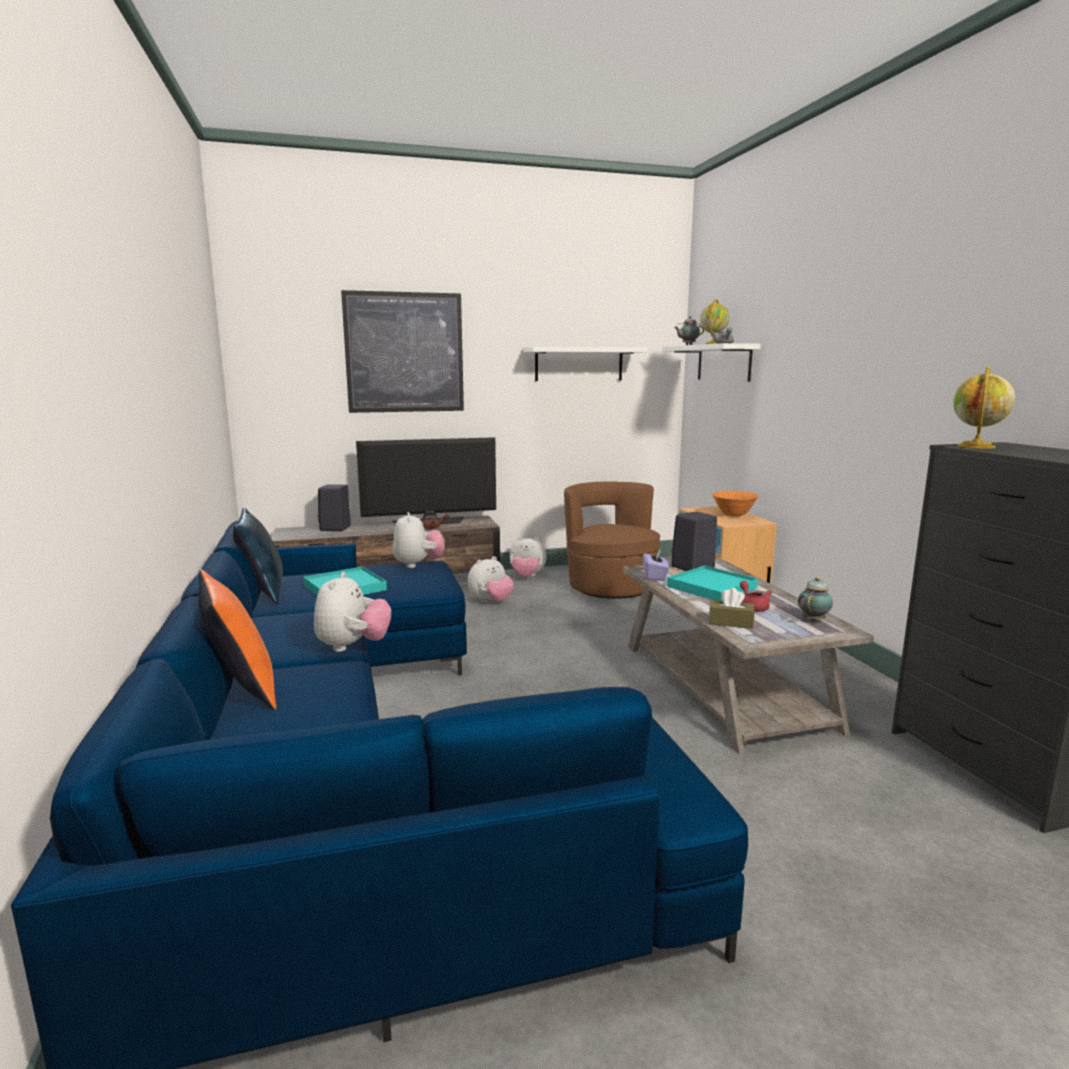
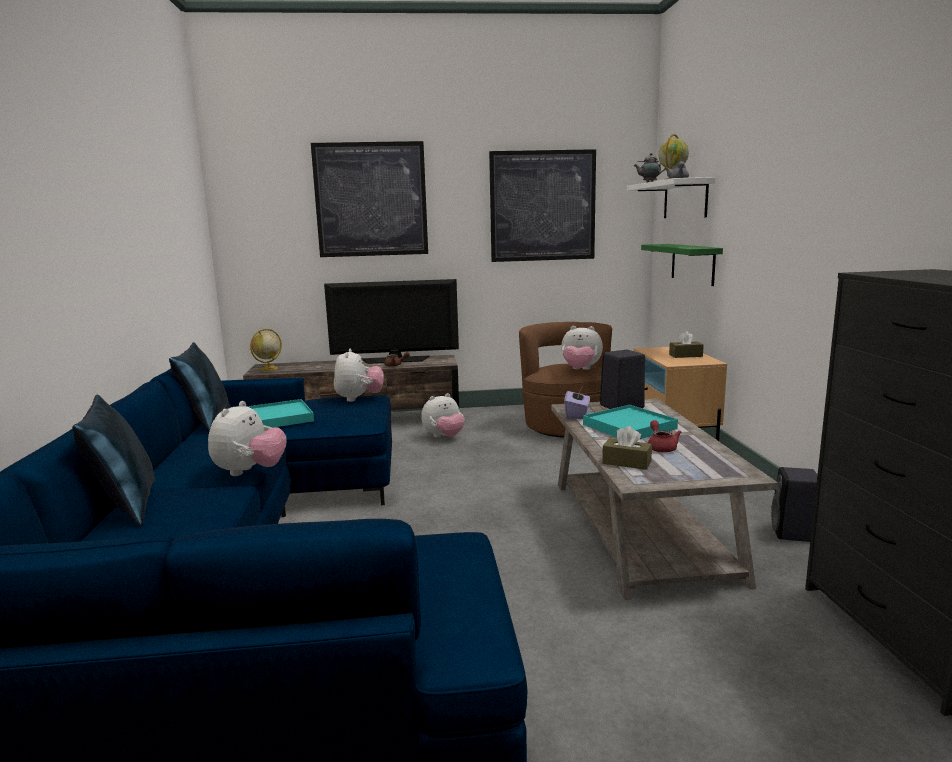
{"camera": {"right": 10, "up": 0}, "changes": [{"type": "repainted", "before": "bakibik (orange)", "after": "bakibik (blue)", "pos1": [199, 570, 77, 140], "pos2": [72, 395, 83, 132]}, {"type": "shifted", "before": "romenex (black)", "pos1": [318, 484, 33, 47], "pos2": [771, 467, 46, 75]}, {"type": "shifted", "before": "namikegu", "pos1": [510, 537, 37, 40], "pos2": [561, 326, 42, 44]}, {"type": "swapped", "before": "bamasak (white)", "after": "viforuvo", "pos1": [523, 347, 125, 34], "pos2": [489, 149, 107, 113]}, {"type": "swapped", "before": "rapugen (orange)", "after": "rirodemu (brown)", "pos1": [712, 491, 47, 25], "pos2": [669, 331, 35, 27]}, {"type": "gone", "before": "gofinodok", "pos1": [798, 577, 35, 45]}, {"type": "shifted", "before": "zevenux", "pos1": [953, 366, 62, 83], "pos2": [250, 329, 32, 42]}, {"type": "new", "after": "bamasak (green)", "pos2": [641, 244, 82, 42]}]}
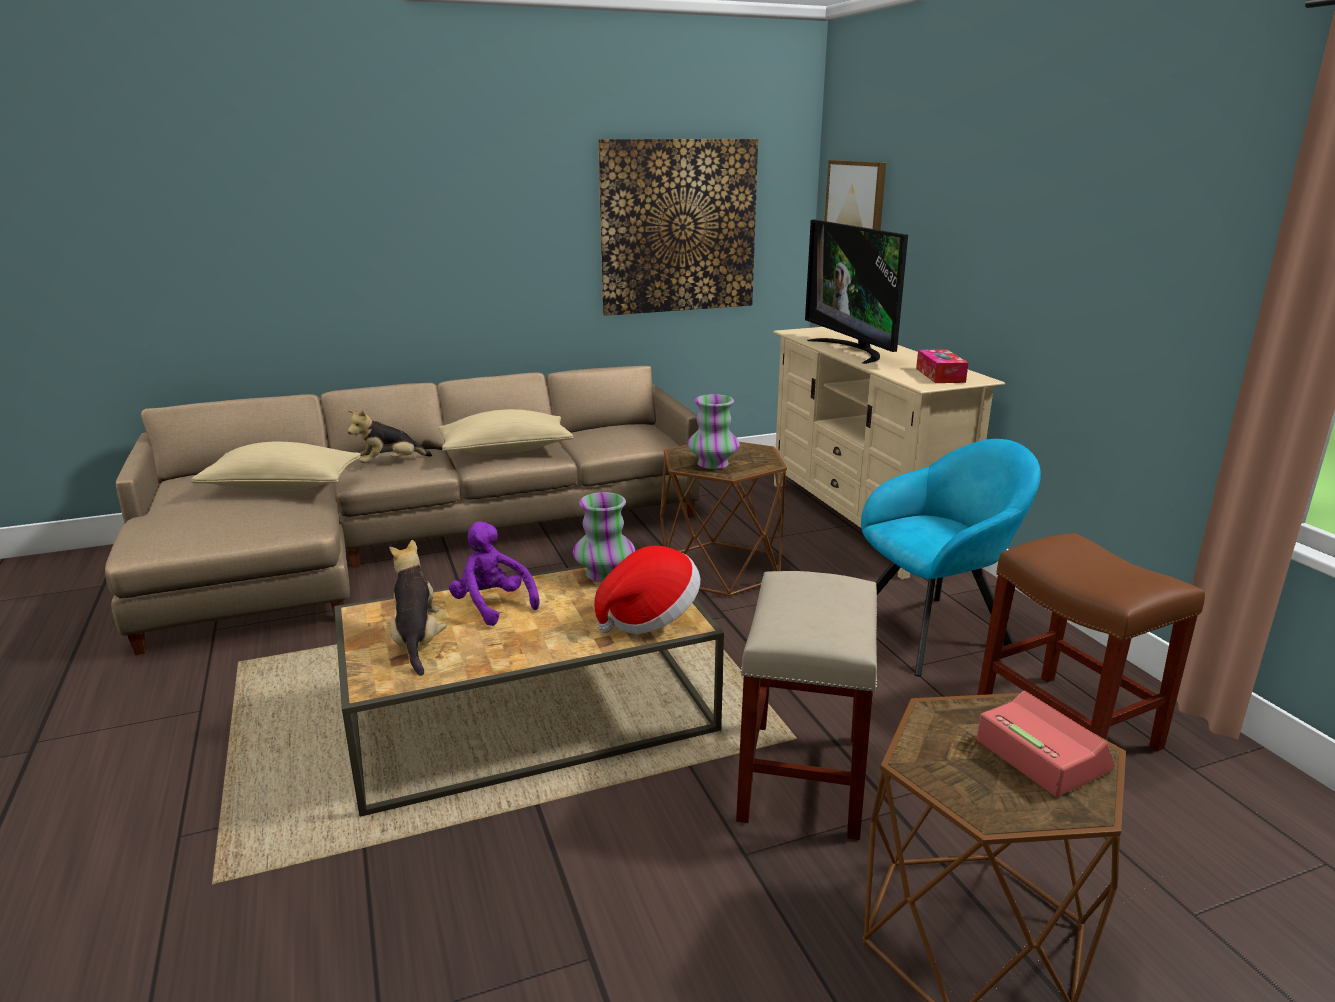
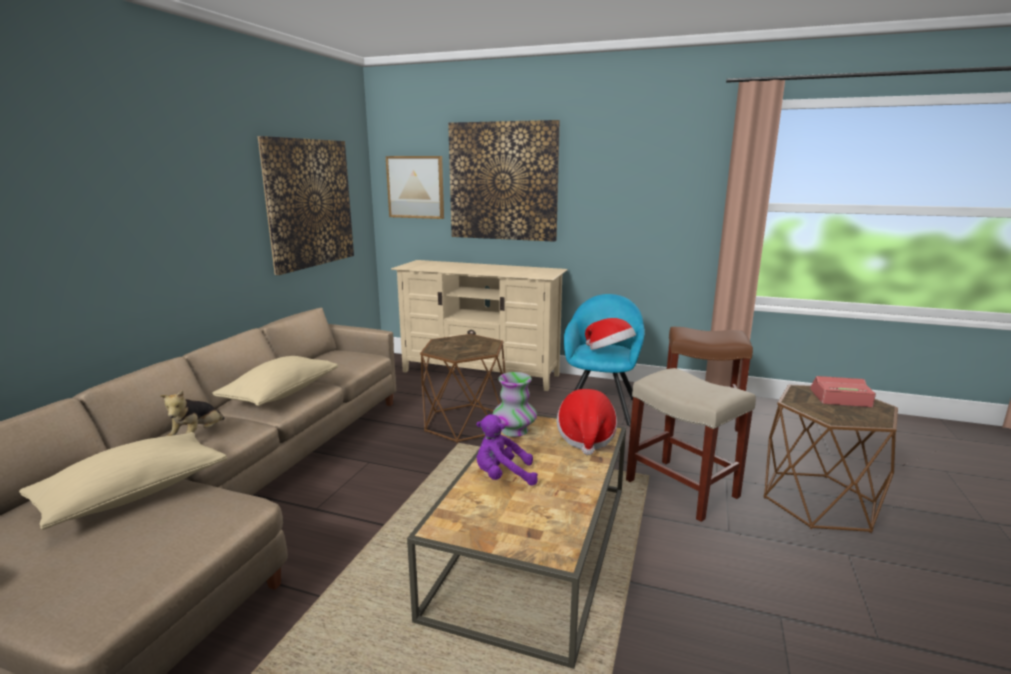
{"camera": {"right": -50, "up": -5}, "changes": [{"type": "gone", "before": "namikegu", "pos1": [389, 540, 58, 136]}, {"type": "gone", "before": "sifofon", "pos1": [687, 394, 53, 75]}, {"type": "gone", "before": "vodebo", "pos1": [805, 220, 103, 144]}, {"type": "gone", "before": "rirodemu", "pos1": [916, 349, 52, 34]}, {"type": "new", "after": "viforuvo", "pos2": [448, 120, 112, 122]}, {"type": "new", "after": "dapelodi", "pos2": [585, 318, 51, 32]}]}
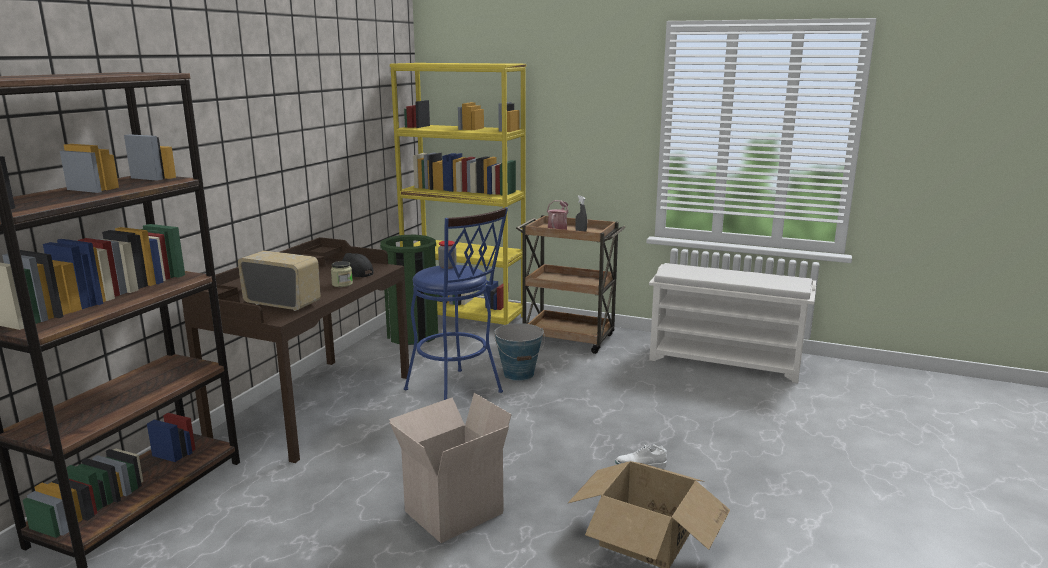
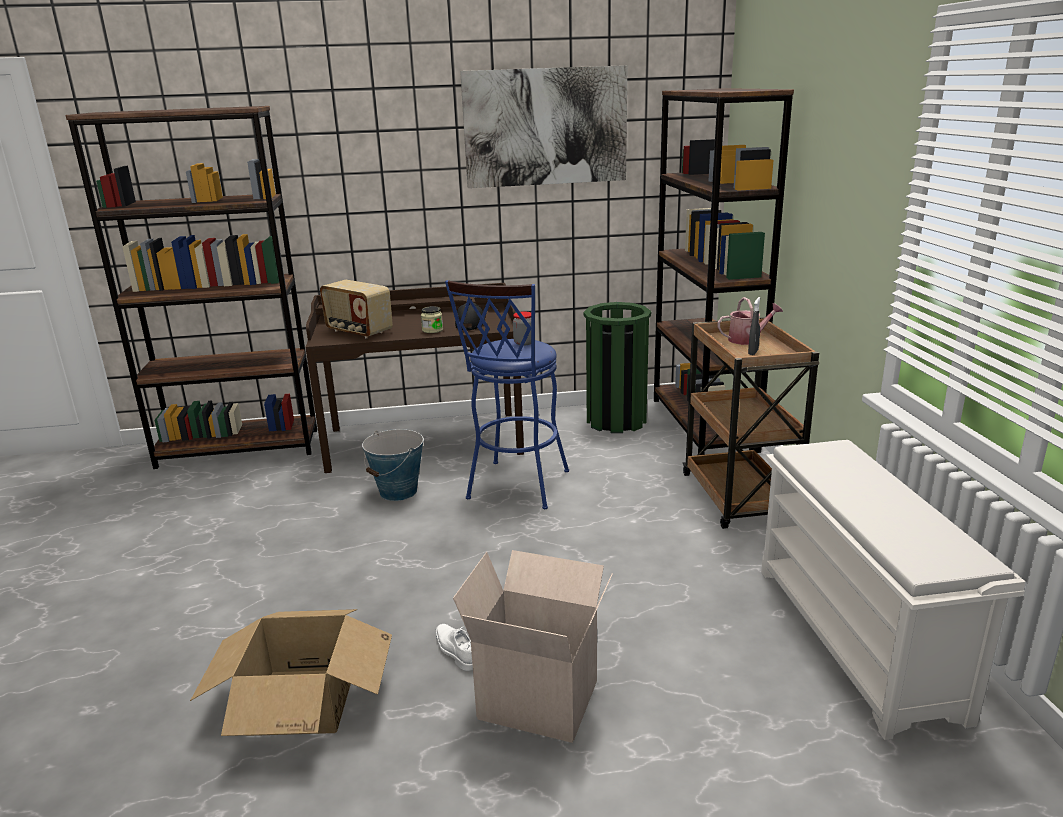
{"camera": {"right": 60, "up": 5}, "changes": [{"type": "rotated", "before": "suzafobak", "pos1": [238, 250, 83, 61], "pos2": [320, 280, 73, 58], "turn": 135}, {"type": "shifted", "before": "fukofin", "pos1": [389, 393, 123, 150], "pos2": [453, 550, 159, 193]}, {"type": "repainted", "before": "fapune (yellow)", "after": "fapune (brown)", "pos1": [390, 63, 136, 262], "pos2": [654, 88, 140, 367]}, {"type": "shifted", "before": "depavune", "pos1": [494, 323, 51, 58], "pos2": [362, 429, 61, 72]}, {"type": "new", "after": "viforuvo", "pos2": [460, 65, 167, 123]}]}
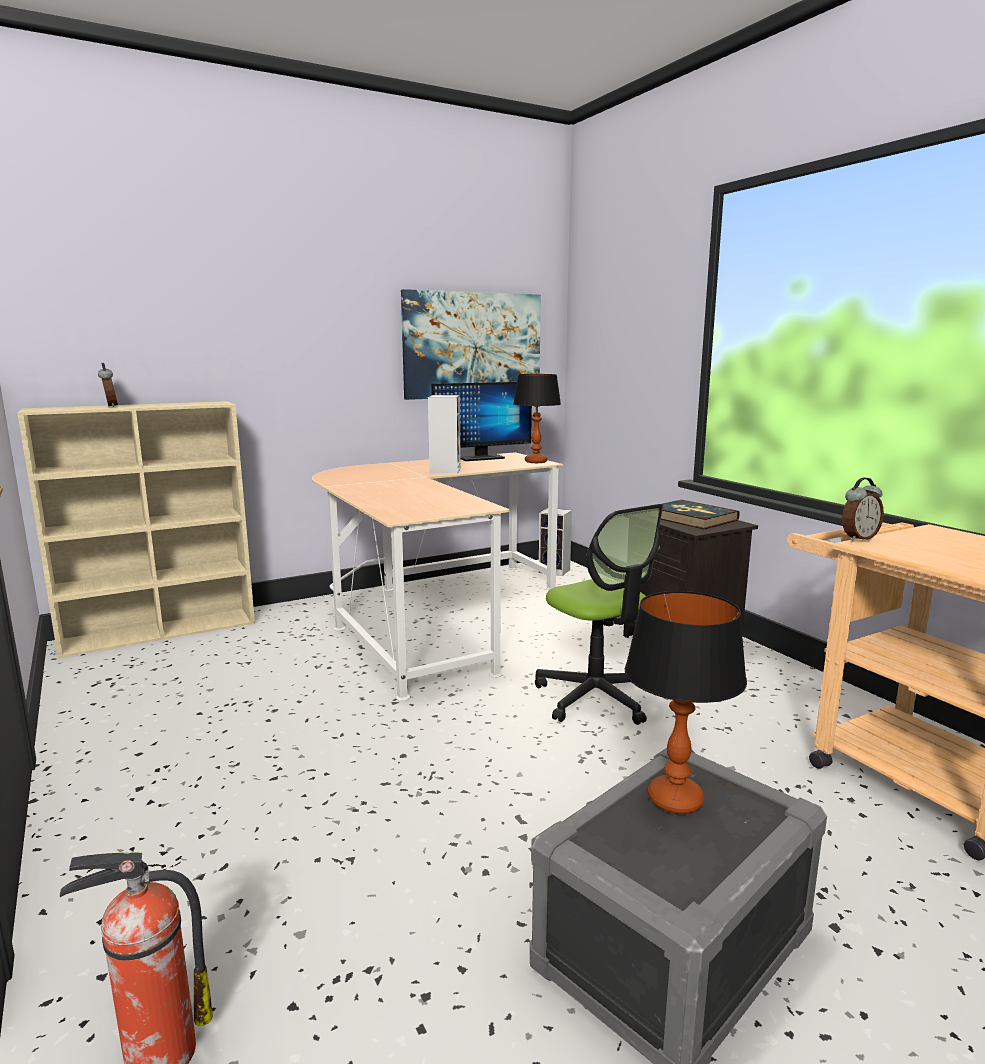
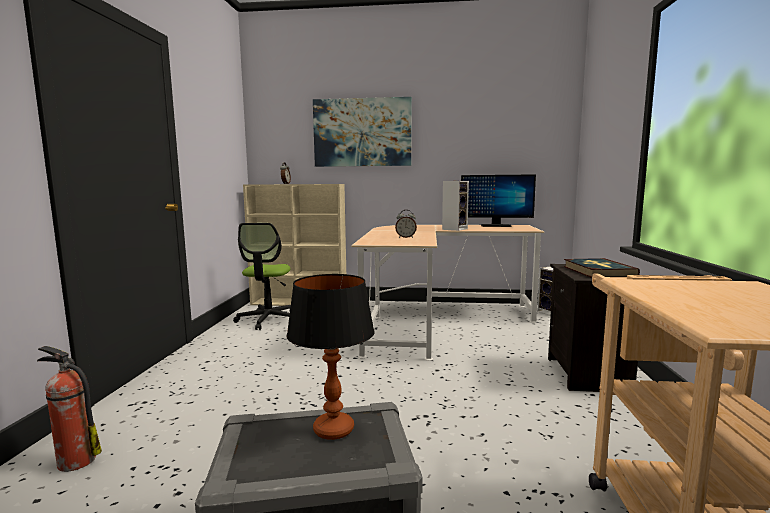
{"camera": {"right": 35, "up": -5}, "changes": [{"type": "shifted", "before": "viforuvo", "pos1": [401, 289, 140, 111], "pos2": [313, 97, 99, 70]}, {"type": "gone", "before": "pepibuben", "pos1": [513, 374, 48, 89]}, {"type": "shifted", "before": "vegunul", "pos1": [535, 504, 128, 221], "pos2": [233, 223, 58, 107]}, {"type": "shifted", "before": "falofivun", "pos1": [842, 478, 42, 63], "pos2": [395, 210, 22, 28]}]}
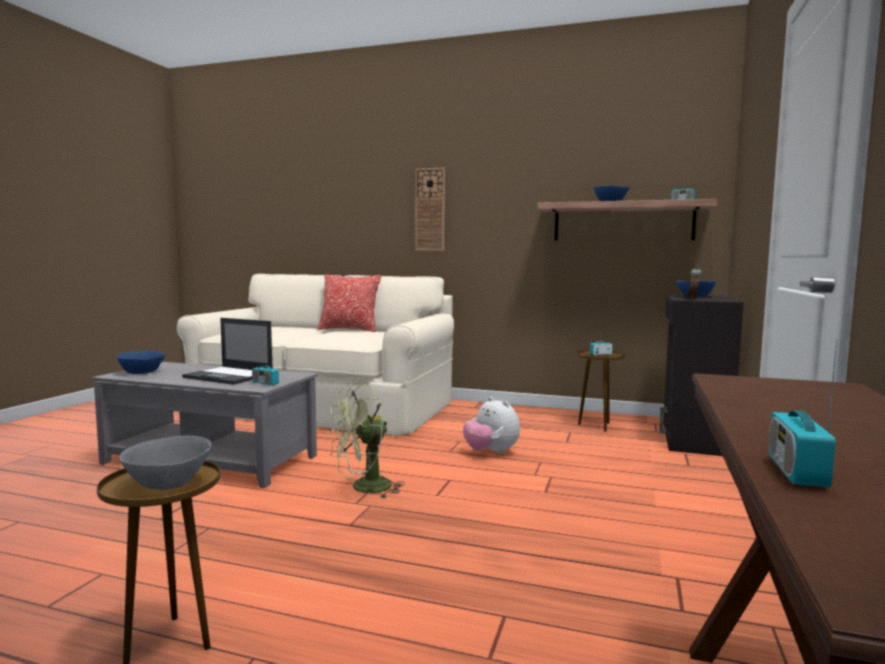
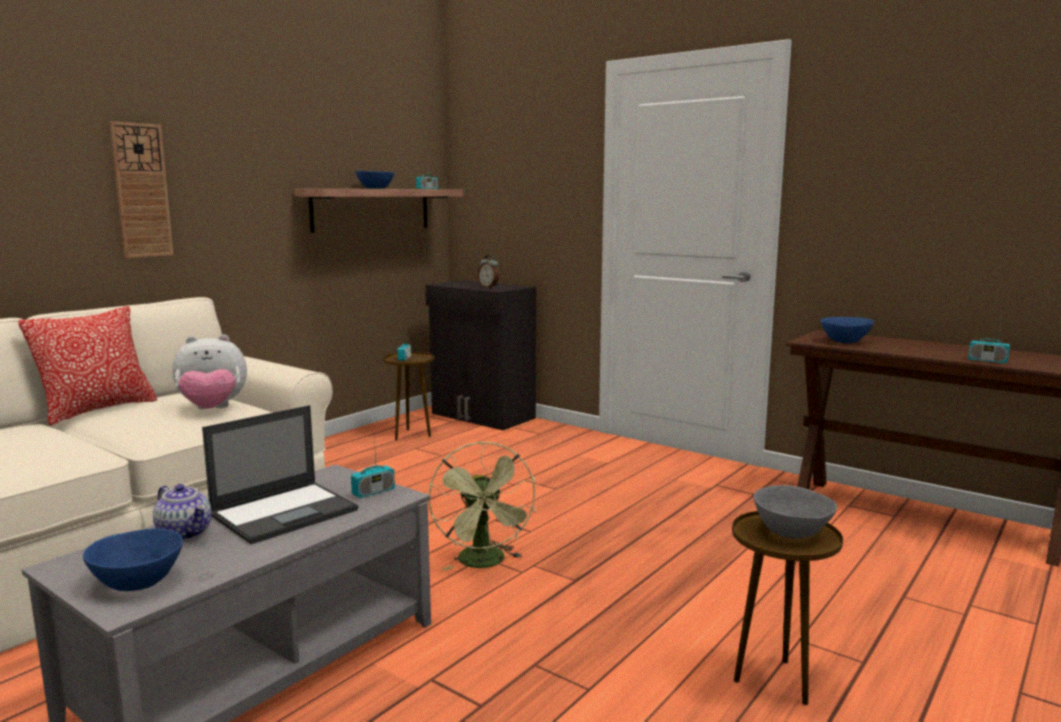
{"camera": {"right": -70, "up": 5}, "changes": [{"type": "shifted", "before": "namikegu", "pos1": [463, 397, 57, 57], "pos2": [172, 335, 75, 74]}, {"type": "shifted", "before": "rapugen (blue)", "pos1": [676, 281, 40, 16], "pos2": [821, 317, 53, 26]}, {"type": "new", "after": "gofinodok", "pos2": [153, 484, 59, 57]}]}
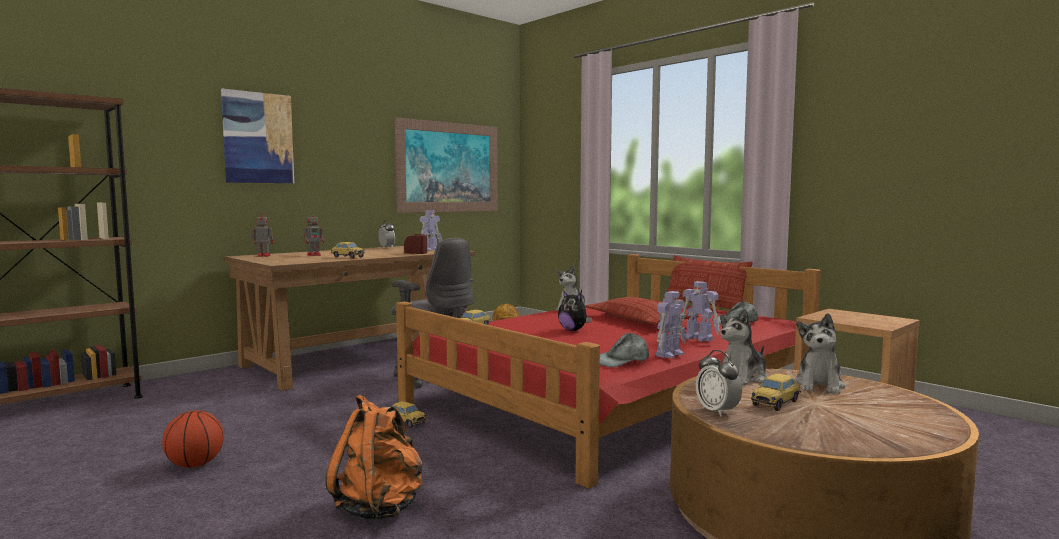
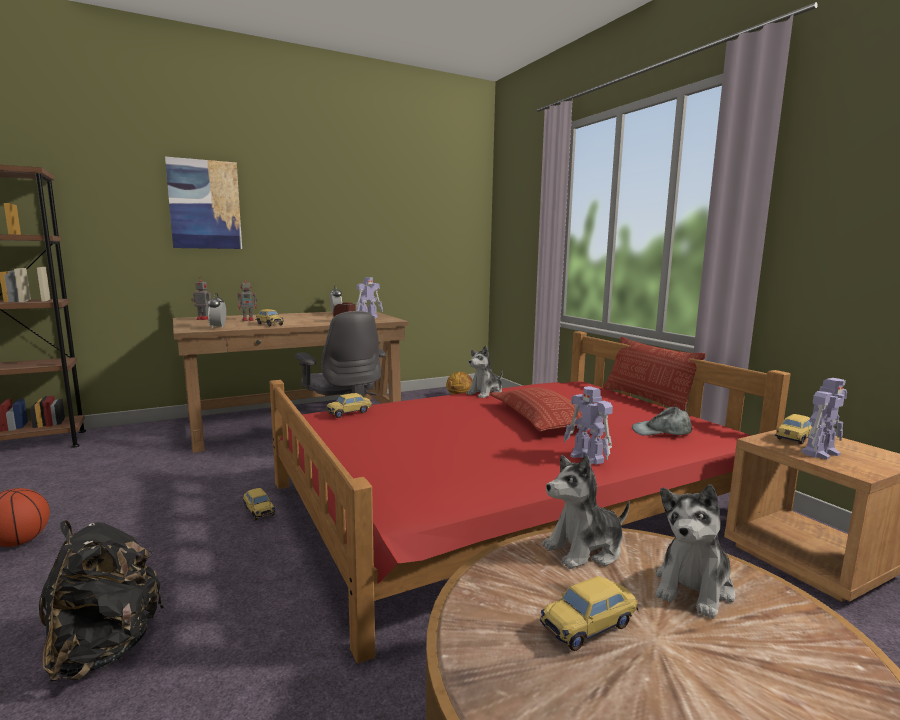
{"camera": {"right": 15, "up": 5}, "changes": [{"type": "repainted", "before": "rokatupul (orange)", "after": "rokatupul (black)", "pos1": [326, 395, 97, 125], "pos2": [39, 520, 125, 161]}, {"type": "gone", "before": "viforuvo", "pos1": [395, 117, 103, 96]}, {"type": "gone", "before": "namikegu", "pos1": [558, 291, 34, 40]}, {"type": "gone", "before": "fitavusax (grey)", "pos1": [600, 333, 49, 34]}, {"type": "shifted", "before": "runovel", "pos1": [655, 291, 31, 67], "pos2": [801, 378, 46, 81]}, {"type": "shifted", "before": "falofivun", "pos1": [696, 350, 46, 67], "pos2": [208, 293, 18, 36]}, {"type": "new", "after": "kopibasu", "pos2": [775, 414, 37, 31]}]}
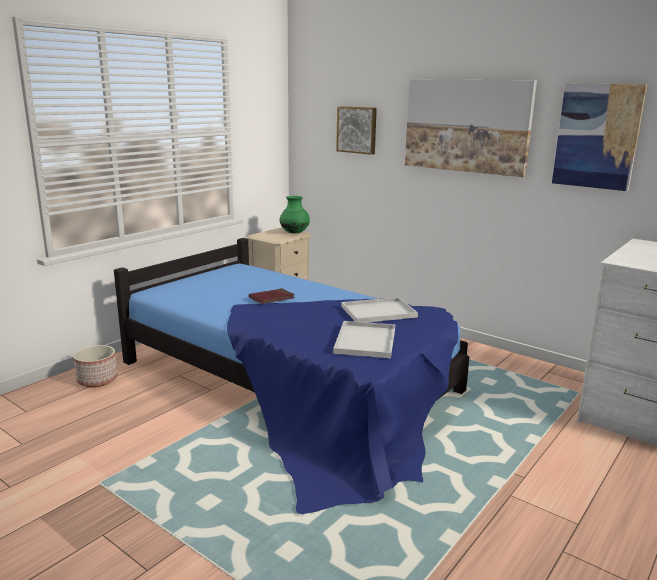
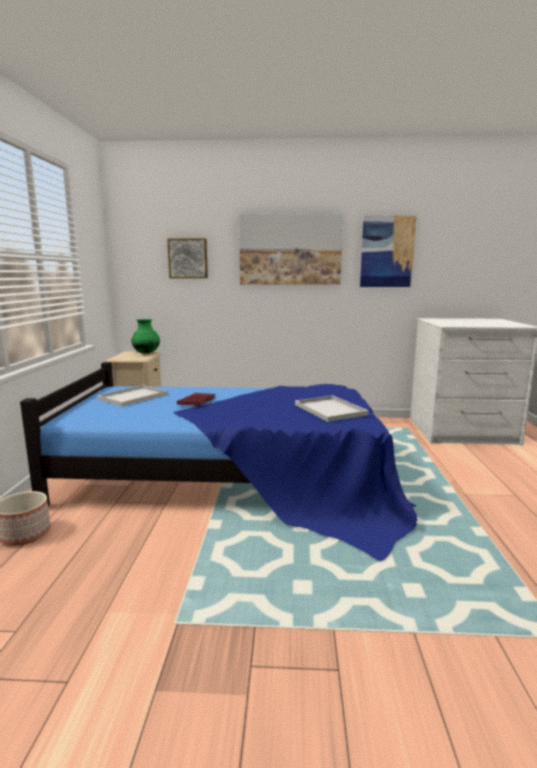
{"camera": {"right": -35, "up": -5}, "changes": [{"type": "shifted", "before": "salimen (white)", "pos1": [341, 297, 77, 26], "pos2": [97, 385, 71, 22]}]}
